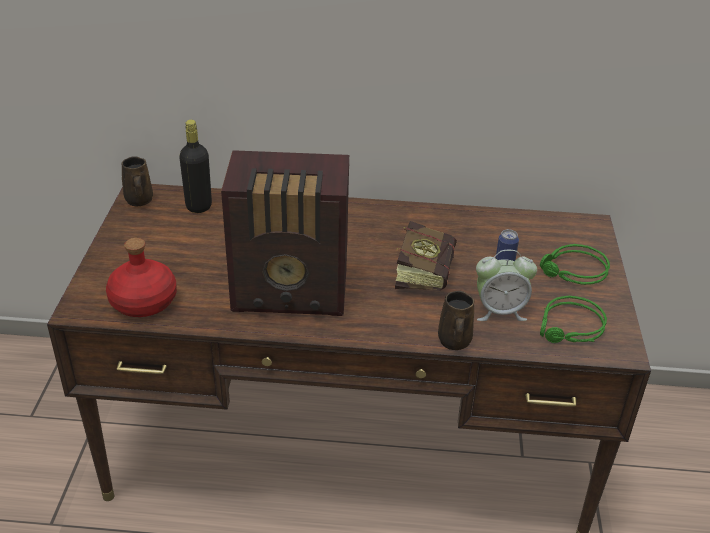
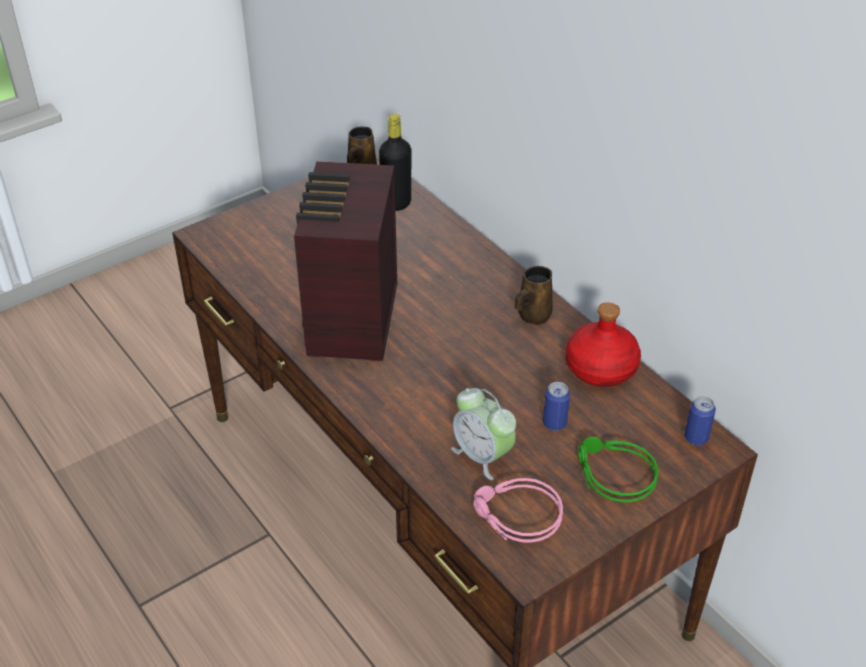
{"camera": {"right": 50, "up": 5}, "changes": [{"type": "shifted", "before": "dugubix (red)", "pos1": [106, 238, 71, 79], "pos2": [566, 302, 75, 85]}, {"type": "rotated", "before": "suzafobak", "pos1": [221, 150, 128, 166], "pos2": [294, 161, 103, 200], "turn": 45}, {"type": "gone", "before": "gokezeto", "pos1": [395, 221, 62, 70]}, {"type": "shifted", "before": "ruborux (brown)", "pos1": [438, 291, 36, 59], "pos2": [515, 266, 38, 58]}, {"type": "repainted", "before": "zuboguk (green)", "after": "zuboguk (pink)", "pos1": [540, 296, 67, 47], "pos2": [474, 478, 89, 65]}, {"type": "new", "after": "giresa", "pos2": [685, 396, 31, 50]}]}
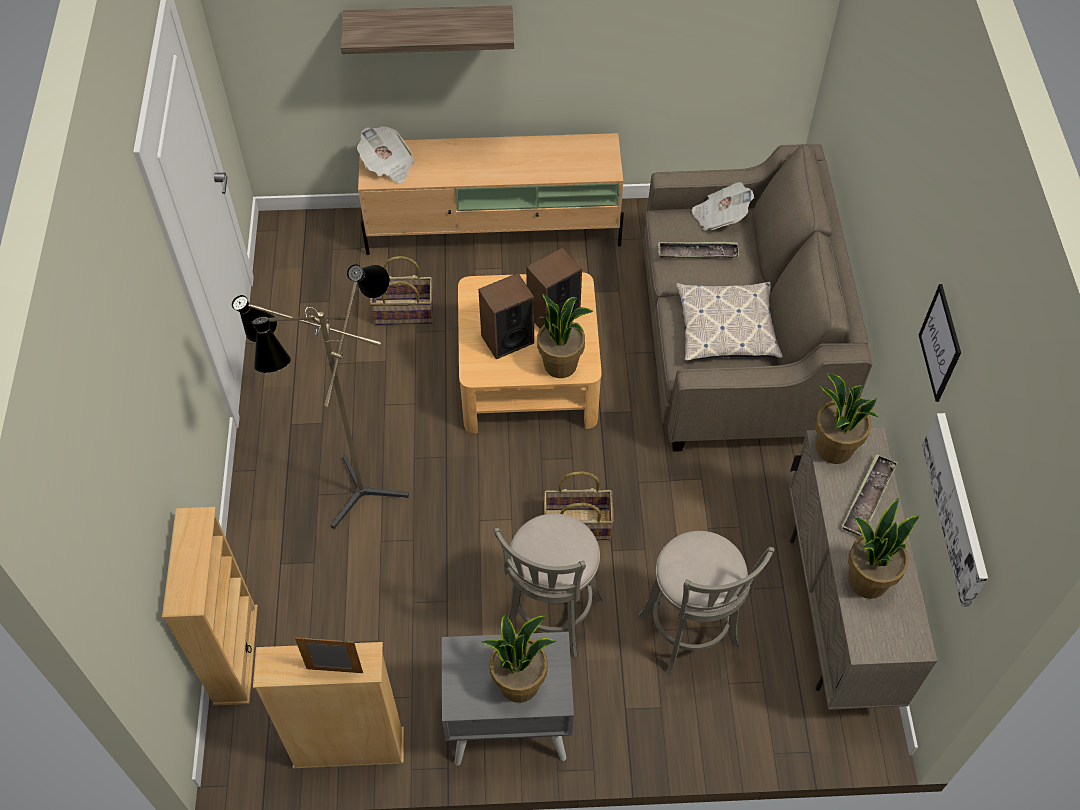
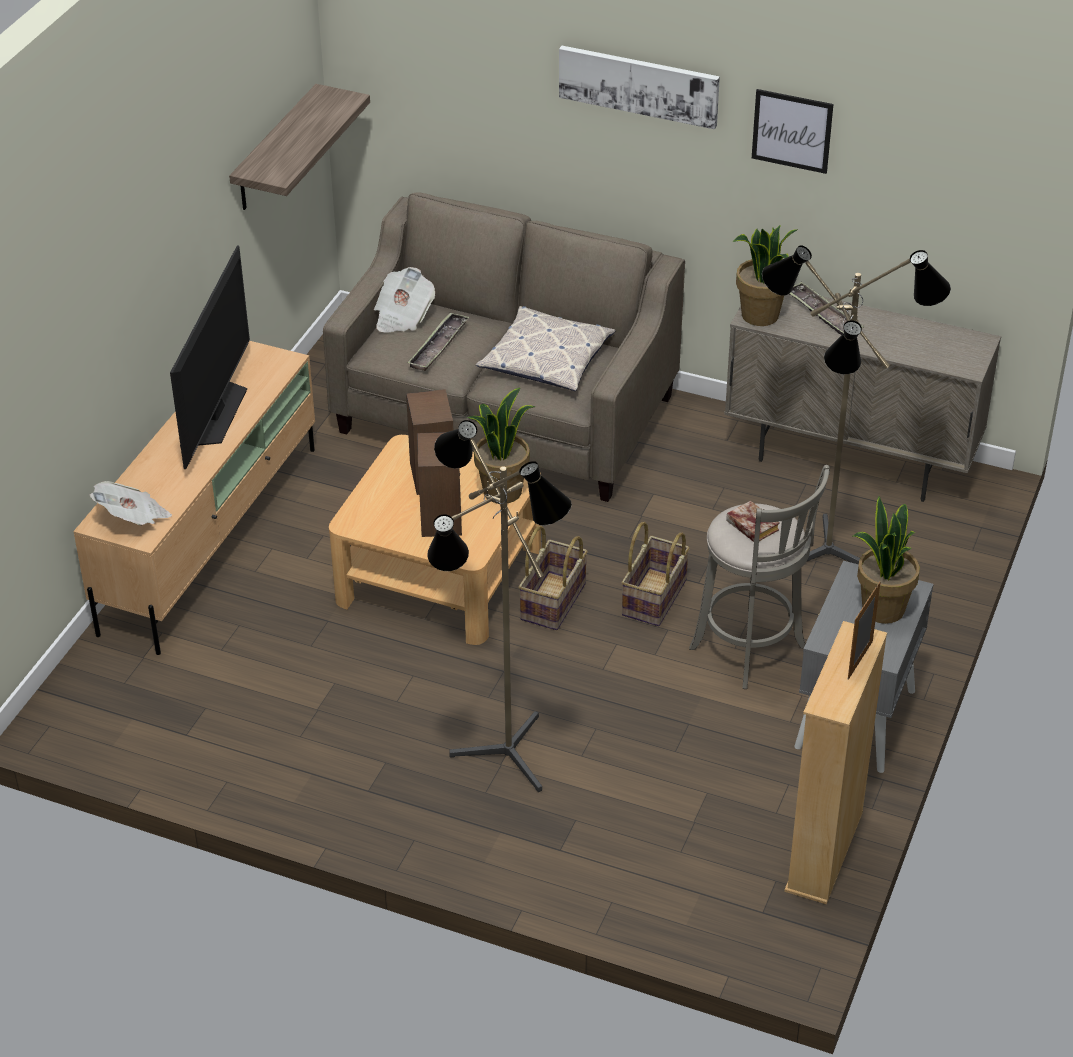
{"camera": {"right": -65, "up": -15}, "changes": [{"type": "gone", "before": "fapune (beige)", "pos1": [162, 507, 96, 199]}, {"type": "shifted", "before": "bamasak", "pos1": [341, 5, 173, 49], "pos2": [229, 84, 141, 126]}, {"type": "shifted", "before": "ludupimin", "pos1": [370, 256, 64, 69], "pos2": [518, 526, 70, 104]}, {"type": "swapped", "before": "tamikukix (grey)", "after": "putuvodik", "pos1": [638, 531, 137, 143], "pos2": [762, 246, 189, 318]}, {"type": "gone", "before": "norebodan", "pos1": [848, 498, 71, 101]}, {"type": "shifted", "before": "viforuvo", "pos1": [922, 413, 66, 194], "pos2": [559, 46, 161, 83]}, {"type": "new", "after": "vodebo", "pos2": [170, 246, 80, 223]}, {"type": "new", "after": "gokezeto", "pos2": [726, 501, 54, 41]}]}
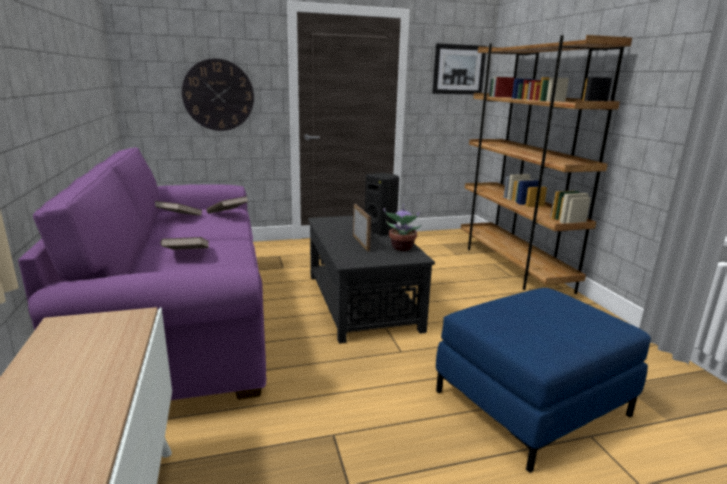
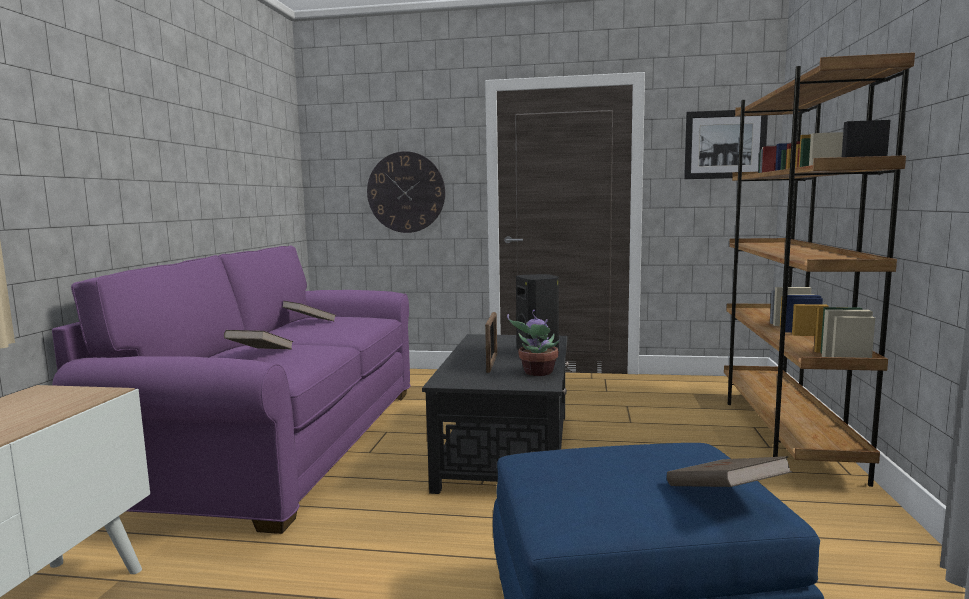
{"camera": {"right": 25, "up": -10}, "changes": [{"type": "shifted", "before": "gokezeto (brown)", "pos1": [207, 196, 42, 18], "pos2": [667, 456, 125, 31]}]}
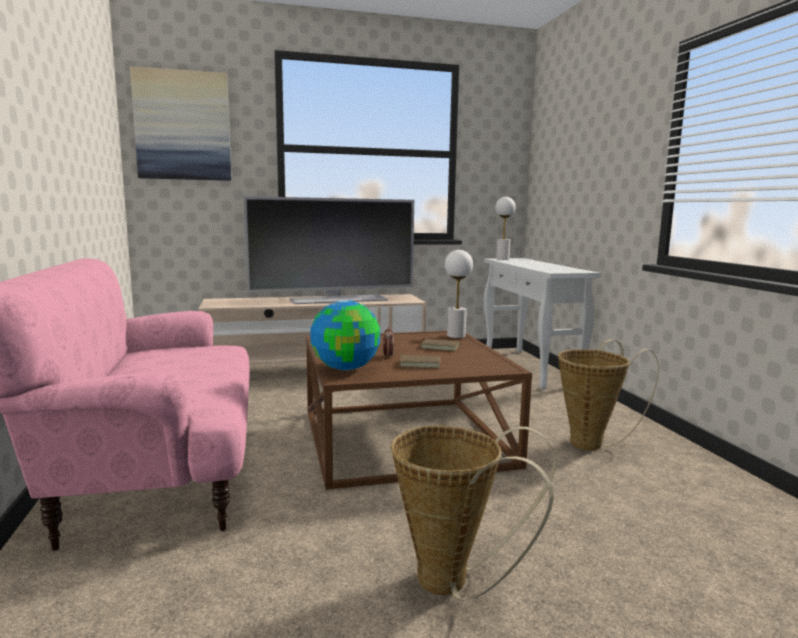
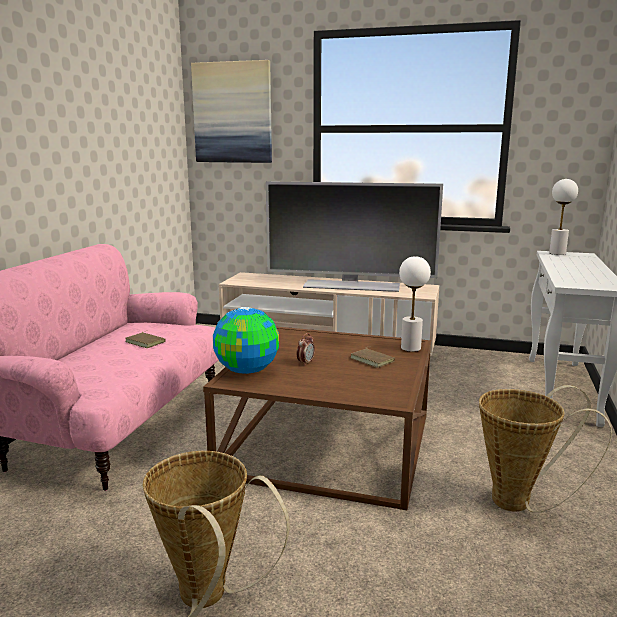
{"camera": {"right": 30, "up": 5}, "changes": [{"type": "shifted", "before": "gokezeto (brown)", "pos1": [399, 353, 42, 15], "pos2": [125, 332, 41, 16]}]}
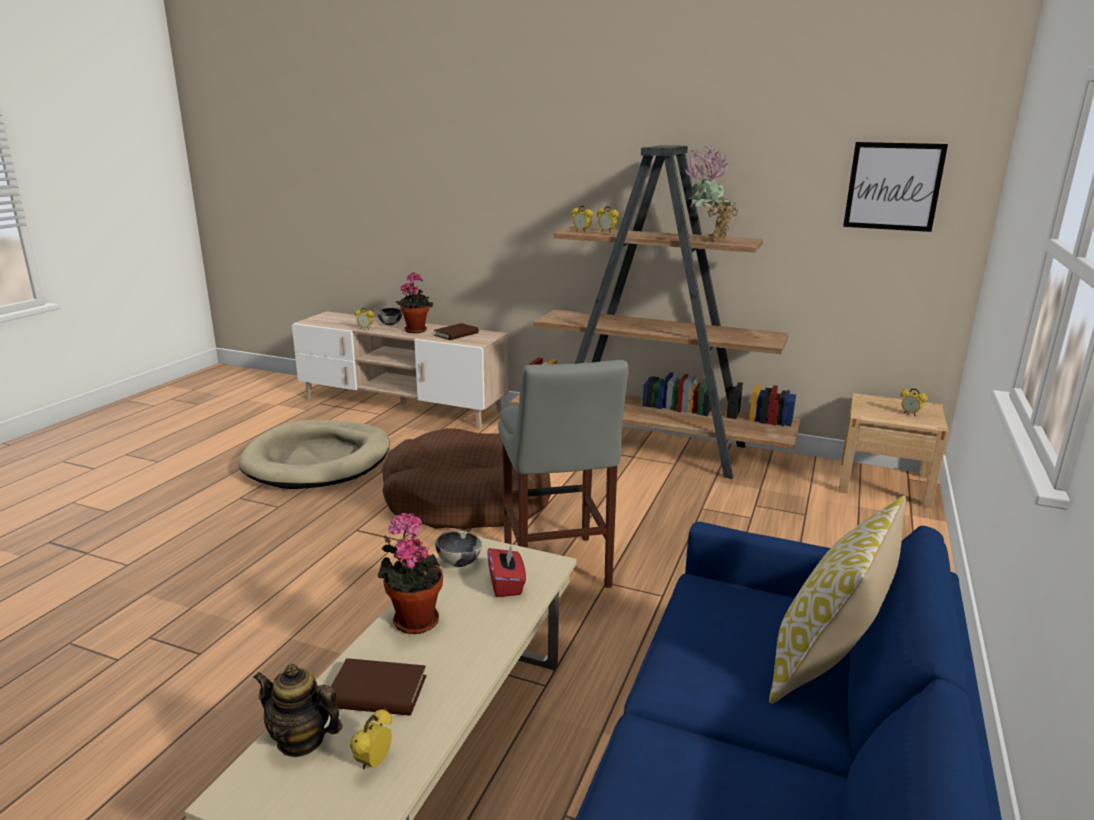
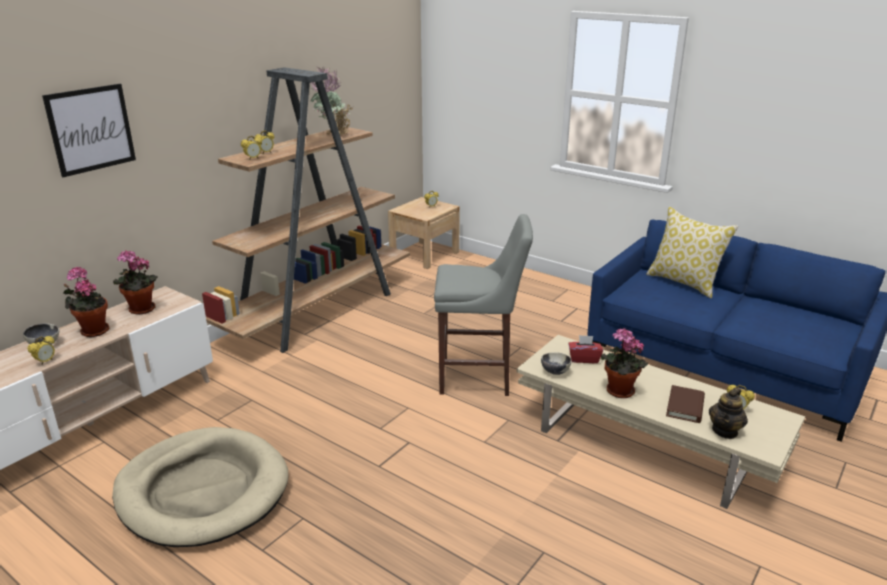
{"camera": {"right": -75, "up": 5}, "changes": [{"type": "gone", "before": "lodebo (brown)", "pos1": [382, 428, 169, 101]}, {"type": "swapped", "before": "gokezeto (brown)", "after": "norebodan", "pos1": [434, 323, 45, 17], "pos2": [113, 250, 45, 65]}, {"type": "shifted", "before": "viforuvo", "pos1": [843, 142, 105, 90], "pos2": [42, 84, 94, 93]}]}
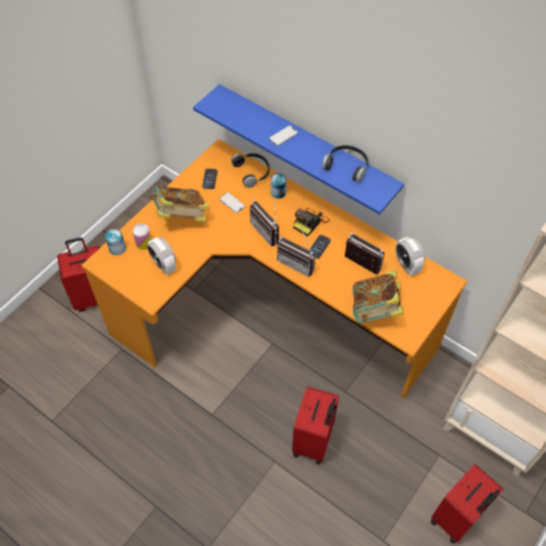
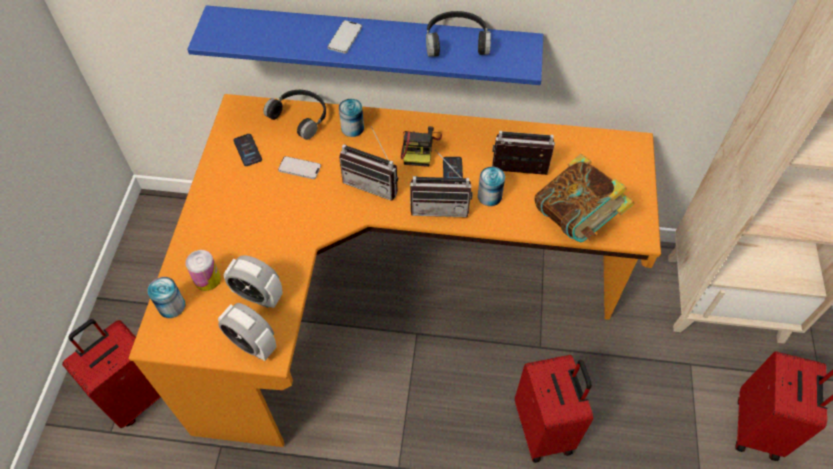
{"camera": {"right": -30, "up": 0}, "changes": [{"type": "gone", "before": "gokezeto", "pos1": [149, 186, 61, 36]}, {"type": "shifted", "before": "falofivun", "pos1": [395, 237, 30, 39], "pos2": [218, 303, 58, 58]}, {"type": "new", "after": "giresa", "pos2": [478, 167, 27, 39]}]}
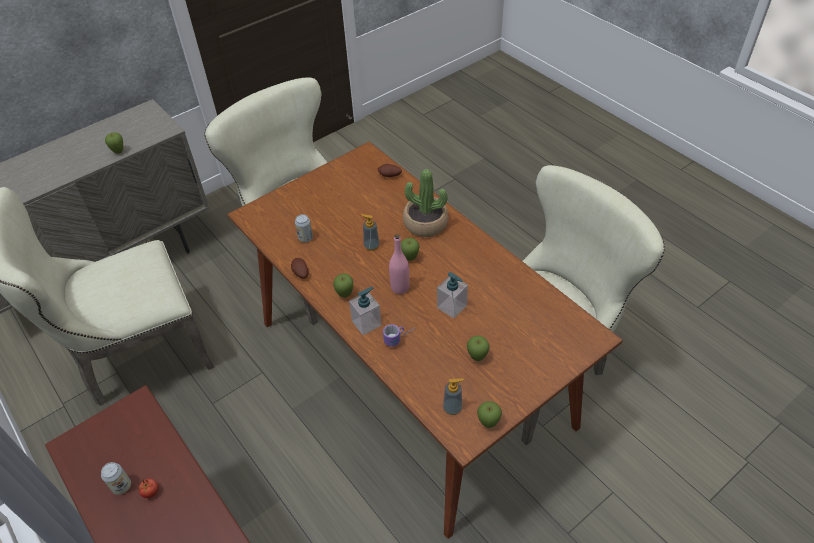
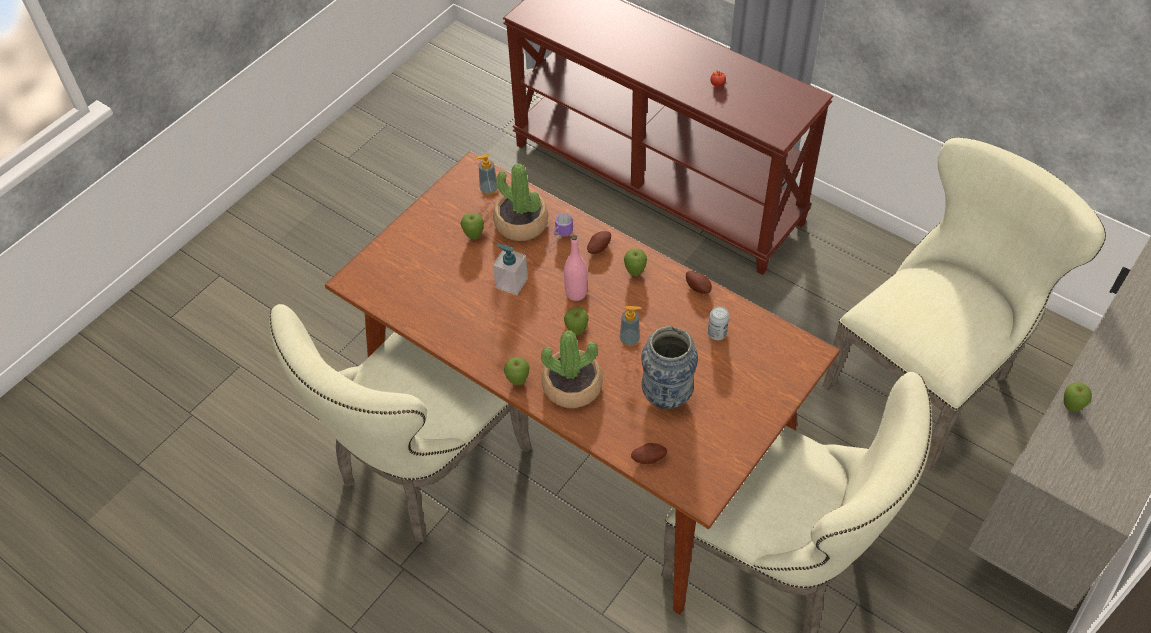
{"camera": {"right": 165, "up": 5}, "changes": [{"type": "gone", "before": "giresa", "pos1": [101, 462, 30, 33]}, {"type": "swapped", "before": "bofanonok", "after": "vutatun", "pos1": [349, 287, 32, 48], "pos2": [587, 231, 24, 23]}, {"type": "shifted", "before": "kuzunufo", "pos1": [477, 401, 25, 27], "pos2": [504, 357, 25, 28]}, {"type": "new", "after": "norebodan", "pos2": [493, 164, 55, 77]}, {"type": "new", "after": "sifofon", "pos2": [641, 326, 57, 84]}]}
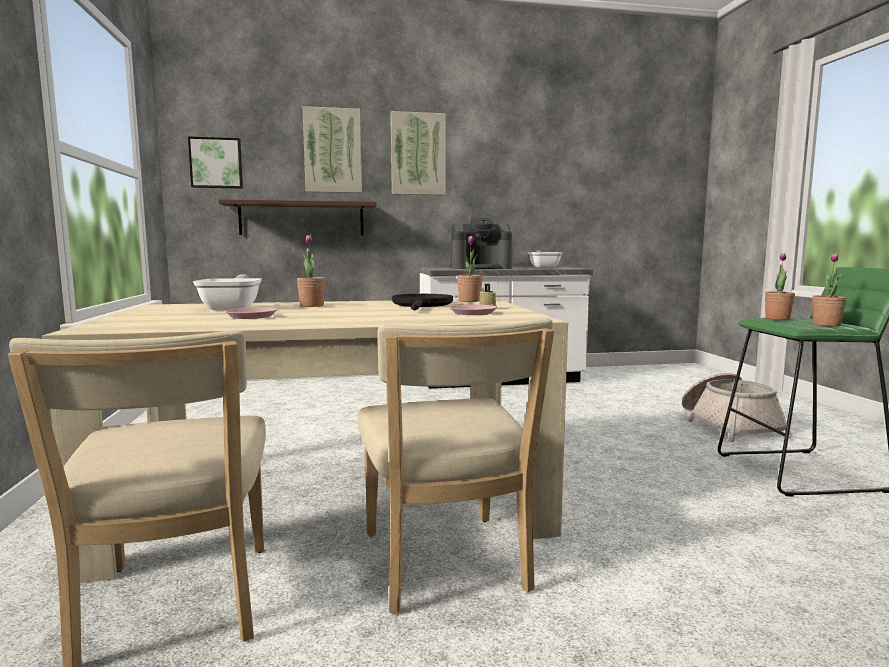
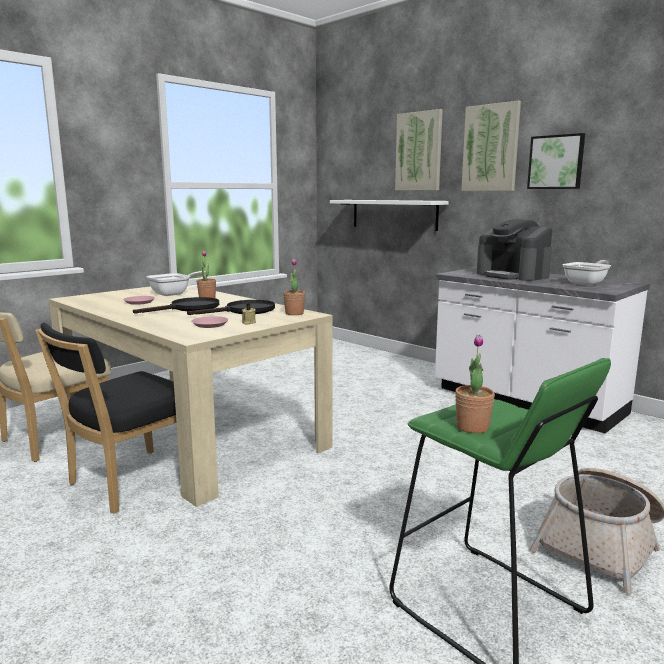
{"camera": {"right": 55, "up": 5}, "changes": [{"type": "shifted", "before": "viforuvo", "pos1": [188, 136, 55, 52], "pos2": [527, 133, 58, 56]}, {"type": "repainted", "before": "bamasak (brown)", "after": "bamasak (white)", "pos1": [218, 199, 159, 37], "pos2": [330, 200, 119, 31]}, {"type": "repainted", "before": "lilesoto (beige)", "after": "lilesoto (black)", "pos1": [358, 319, 196, 294], "pos2": [35, 323, 141, 191]}, {"type": "gone", "before": "norebodan", "pos1": [765, 253, 30, 67]}, {"type": "new", "after": "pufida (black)", "pos2": [133, 297, 86, 17]}]}
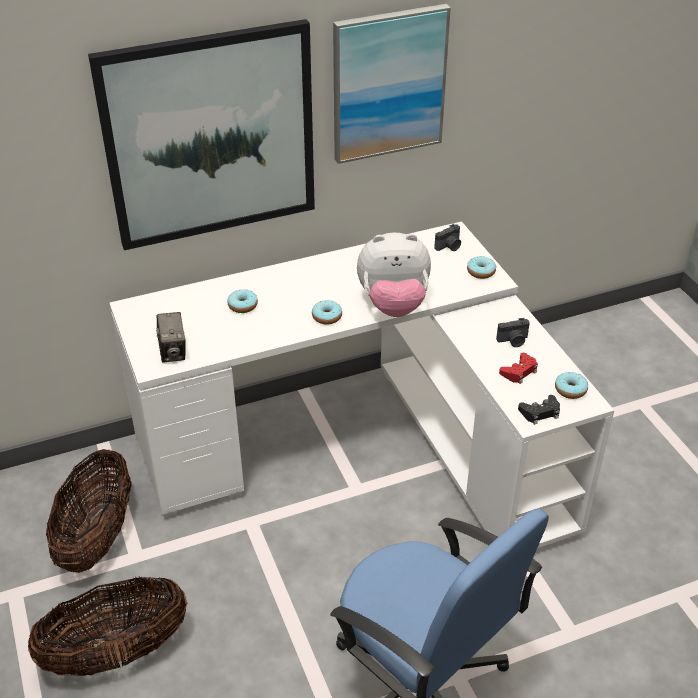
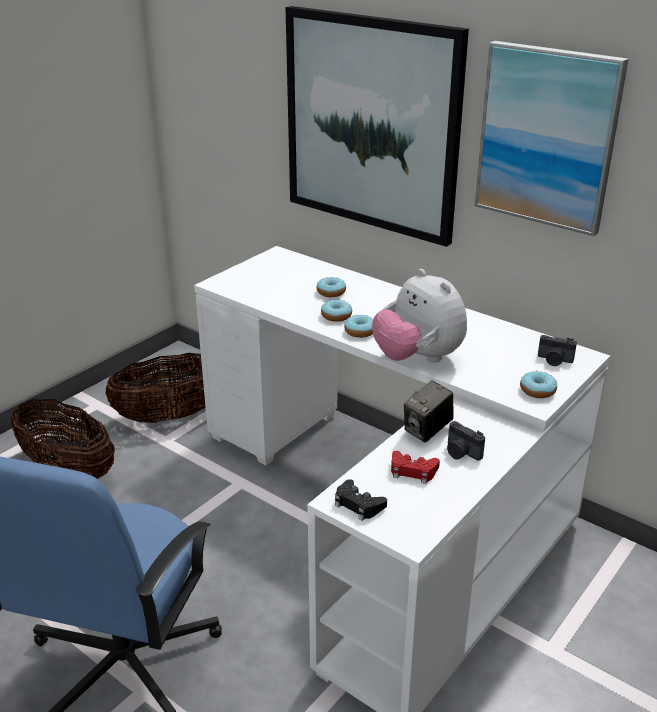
{"camera": {"right": 60, "up": -10}, "changes": [{"type": "shifted", "before": "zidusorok", "pos1": [156, 312, 30, 51], "pos2": [404, 380, 49, 62]}, {"type": "shifted", "before": "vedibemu", "pos1": [555, 372, 33, 27], "pos2": [321, 299, 31, 23]}]}
